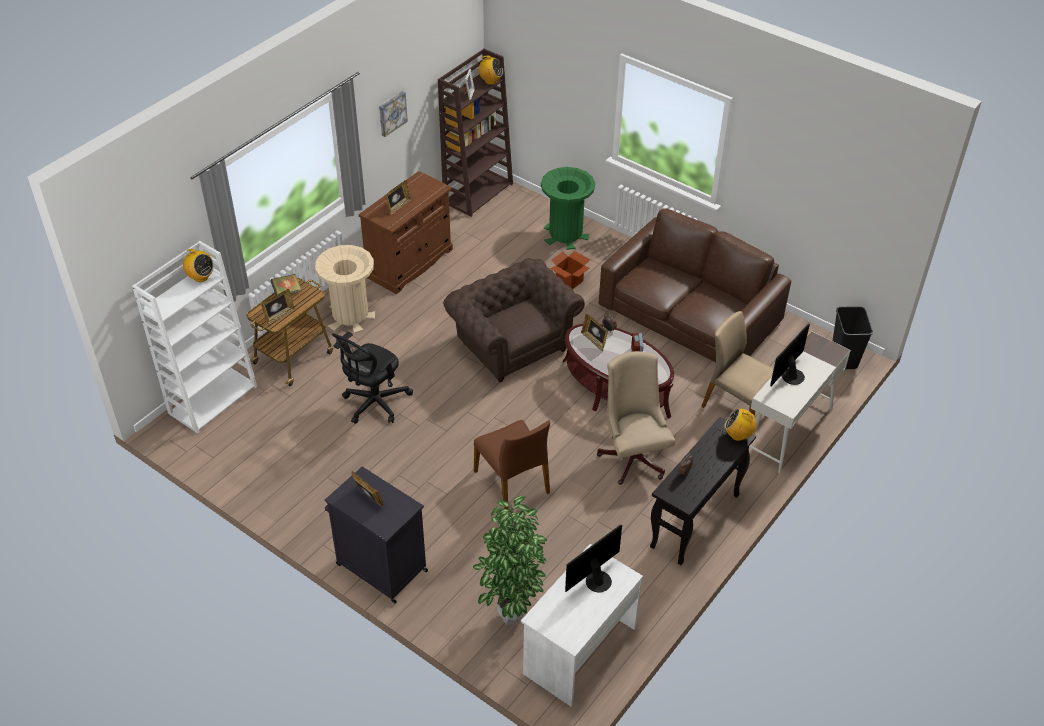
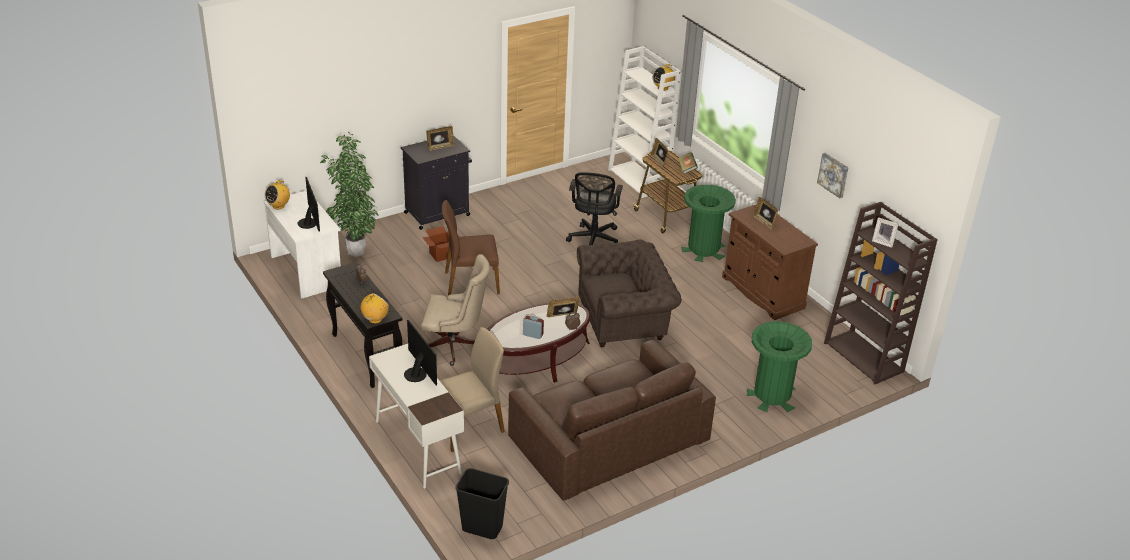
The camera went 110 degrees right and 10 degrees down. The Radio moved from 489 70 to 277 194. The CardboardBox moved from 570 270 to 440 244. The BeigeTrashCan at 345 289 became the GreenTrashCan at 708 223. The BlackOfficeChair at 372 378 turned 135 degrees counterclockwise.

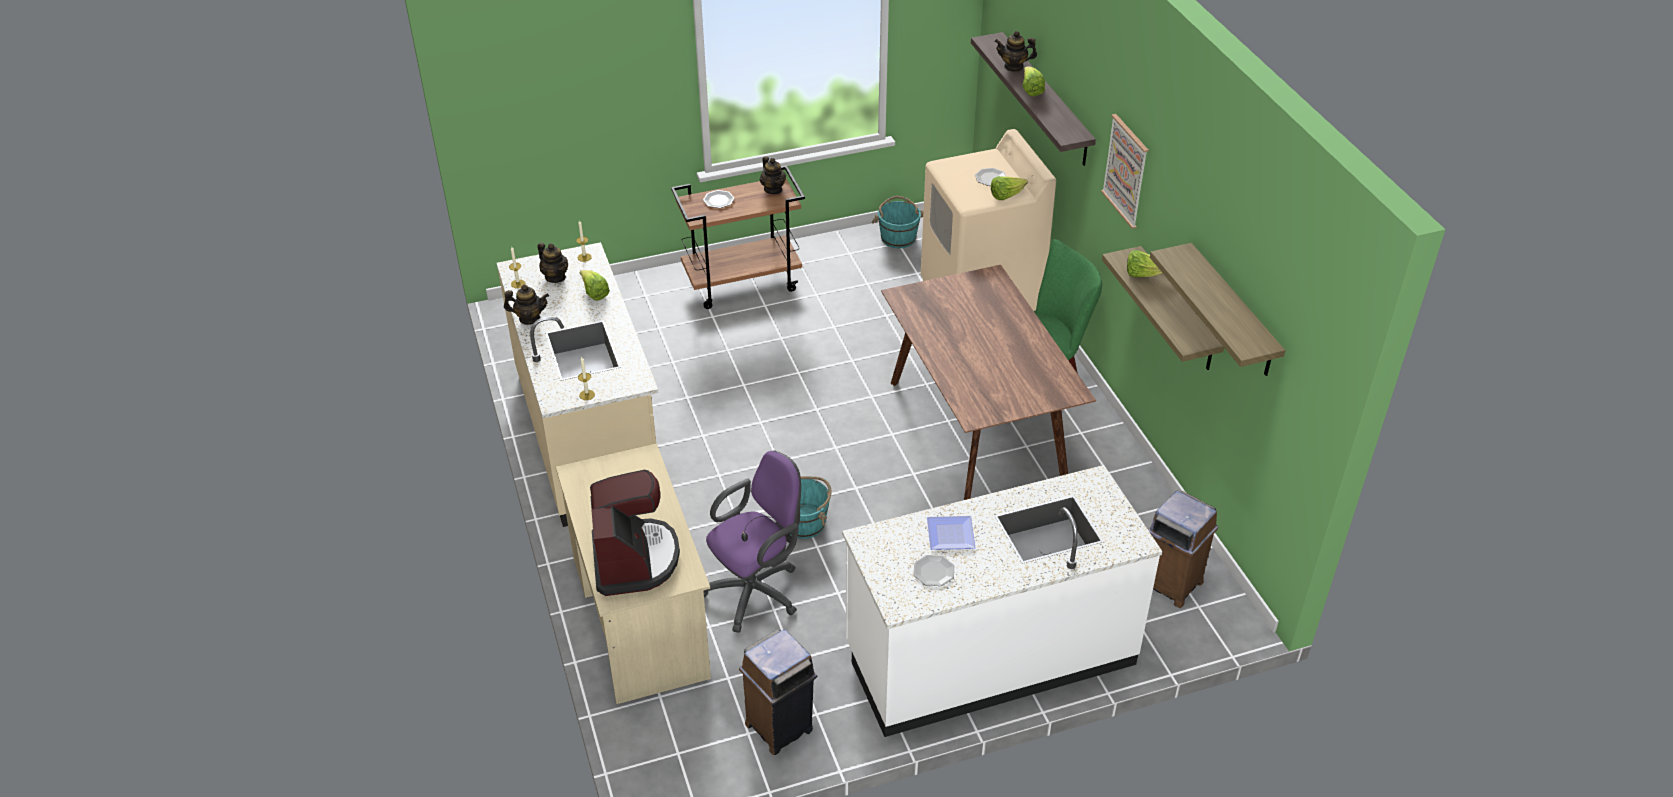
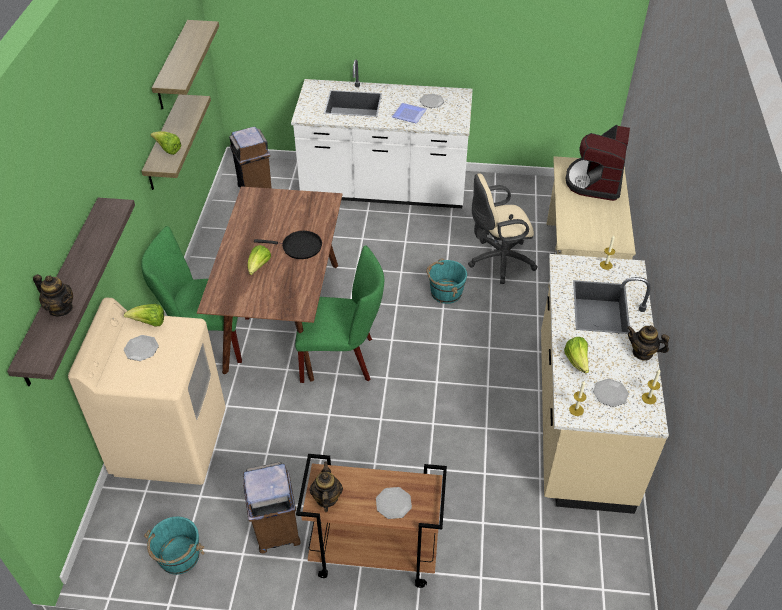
The camera went 155 degrees left and 5 degrees up. The Picture at 1125 171 disappeared. The BlackFryingPan at 288 245 appeared. The GreenChair at 339 314 appeared. The BrownTrashCan moved from 778 692 to 272 507. The Lettuce moved from 1033 81 to 259 260. The Teapot at 553 263 was replaced by the Plate at 611 393. The PurpleOfficeChair at 752 542 became the BeigeOfficeChair at 503 228.

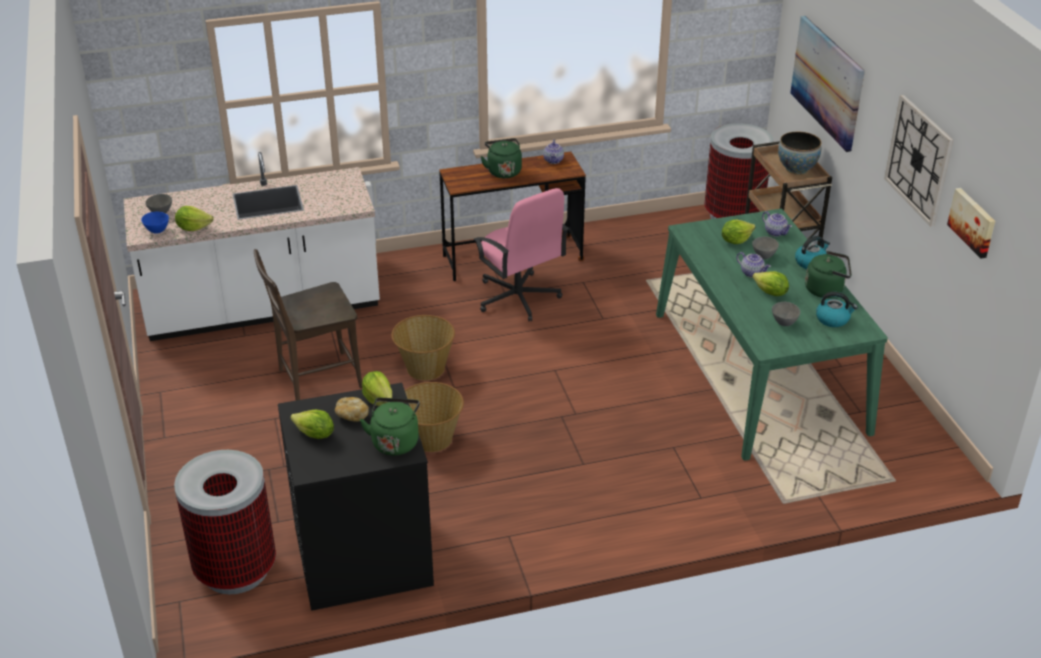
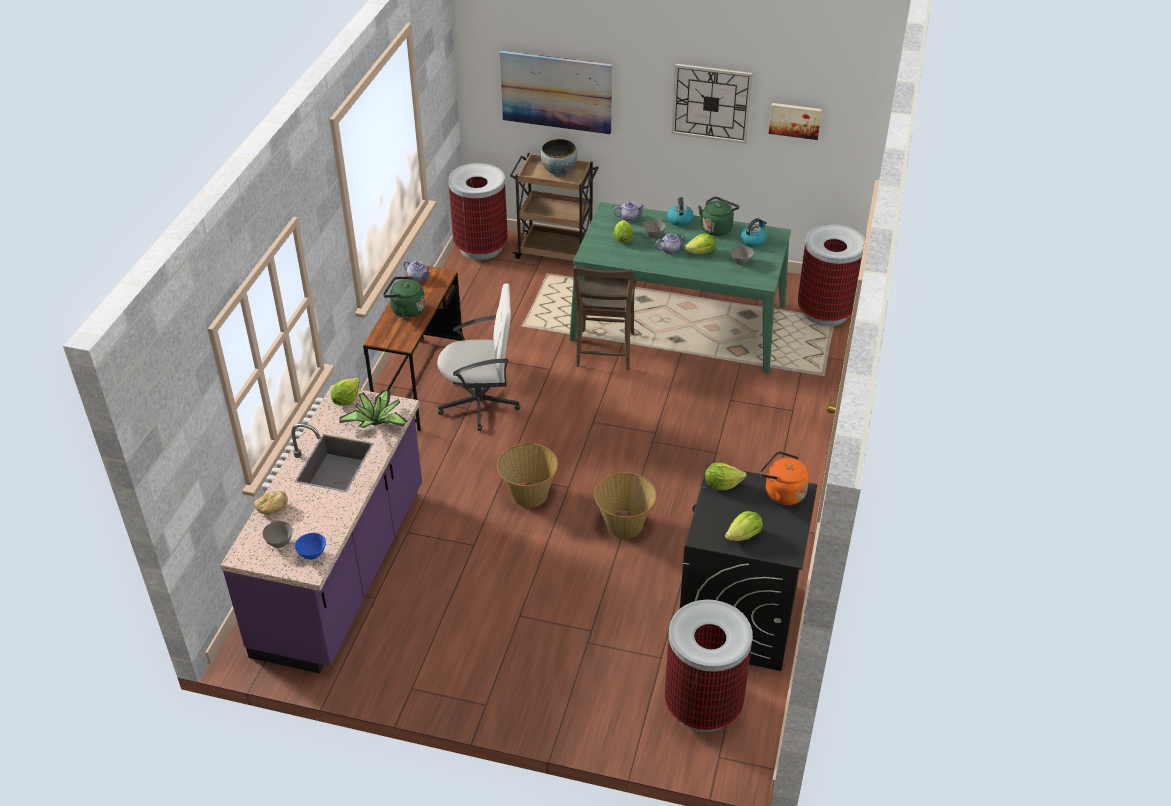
The camera went 60 degrees left and 5 degrees up. The PottedPlant at 373 409 appeared. The TrashCan at 831 275 appeared. The Lettuce moved from 194 218 to 345 392. The BrownChair moved from 308 325 to 605 318. The Bread moved from 352 409 to 271 503. The WhiteCounter at 252 246 became the PurpleCounter at 321 529. The GreenKettle at 390 426 became the OrangeKettle at 784 478. The PinkOfficeChair at 521 254 became the WhiteOfficeChair at 478 357.

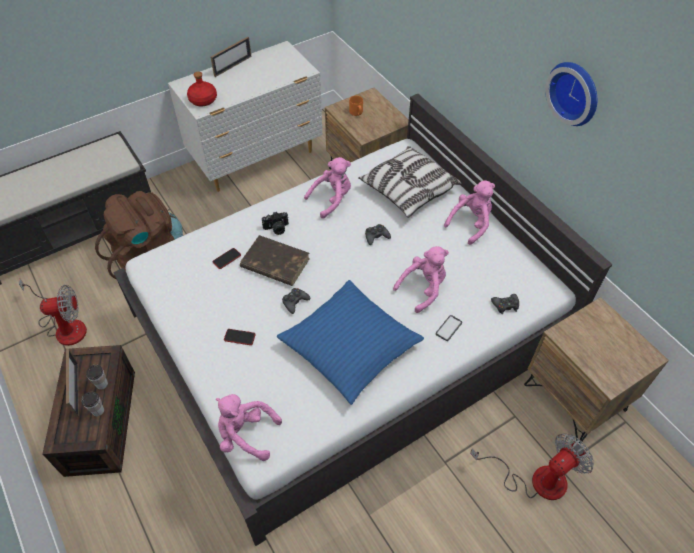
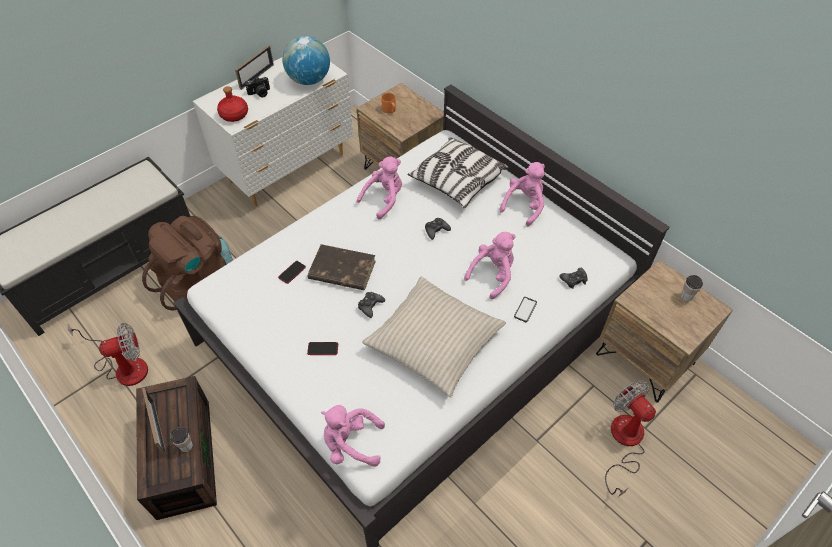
The camera went 10 degrees left and 0 degrees up. The WallClock at 571 94 disappeared. The Globe at 306 60 appeared. The Cup moved from 97 377 to 692 288. The PhotoCamera moved from 275 223 to 257 87. The BluePillow at 350 342 became the BeigePillow at 434 337. The Fan at 532 466 turned 75 degrees counterclockwise.

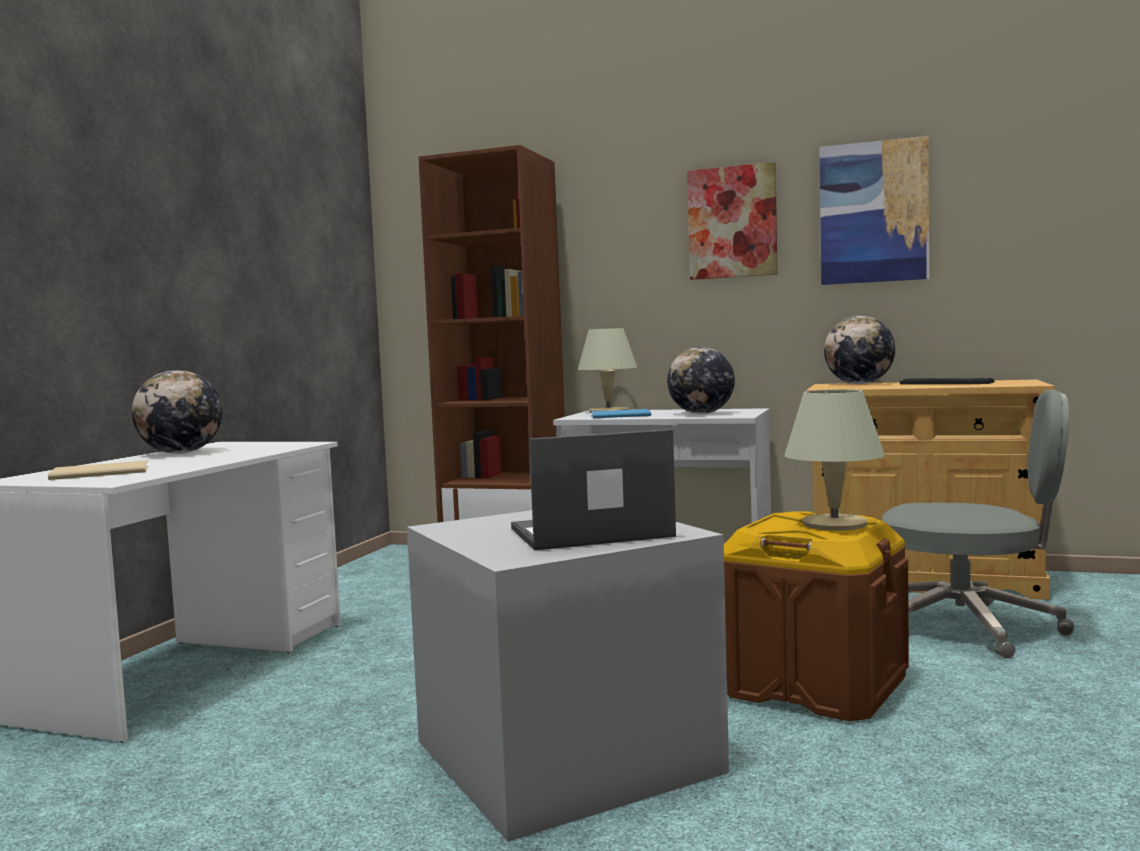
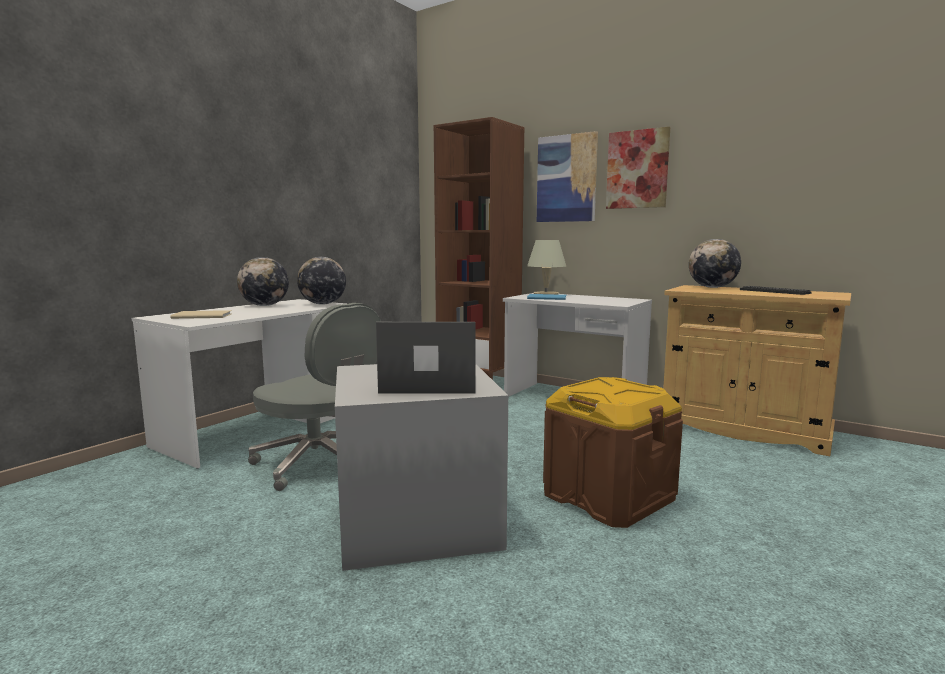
The camera went 15 degrees right and 5 degrees up. The BeigeTableLamp at 834 460 disappeared. The Globe moved from 701 380 to 321 281. The Picture moved from 874 210 to 567 176. The GreyOfficeChair moved from 978 524 to 314 397.

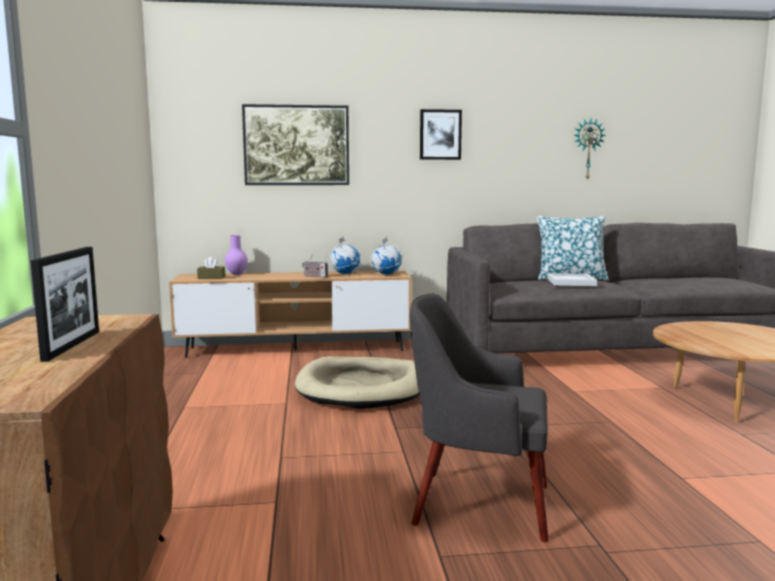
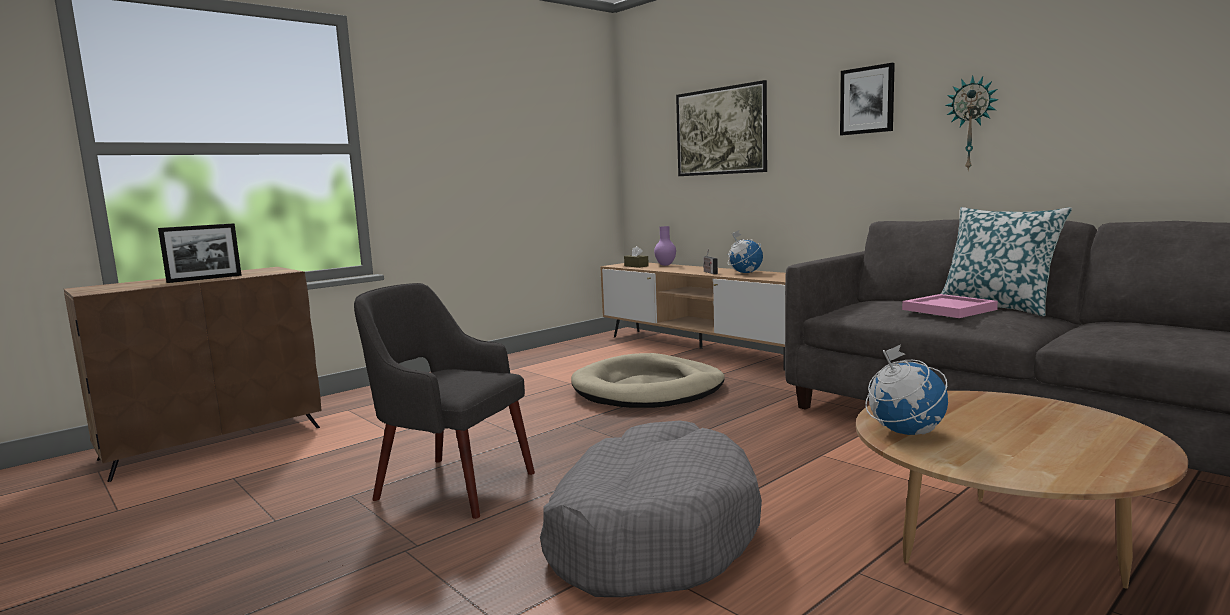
The camera went 55 degrees right and 0 degrees up. The GreyDogBed at 651 509 appeared. The Globe moved from 386 255 to 906 389. The WallClock moved from 590 150 to 972 123. The WhiteTray at 572 279 became the PinkTray at 950 306. The GreyArmchair at 479 418 turned 45 degrees counterclockwise.

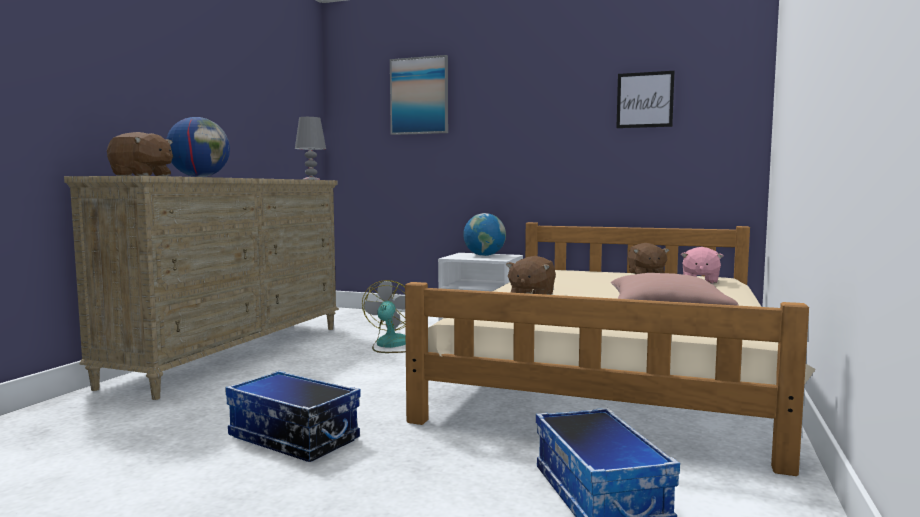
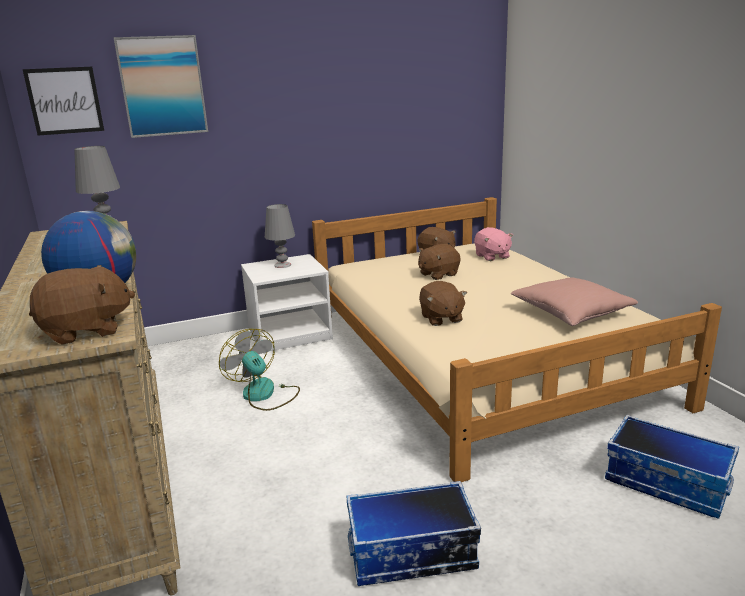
The camera went 40 degrees left and 15 degrees up. The BrownPlushToy at 439 262 appeared. The Picture moved from 645 99 to 63 101. The Globe at 484 234 was replaced by the GreyTableLamp at 280 236.

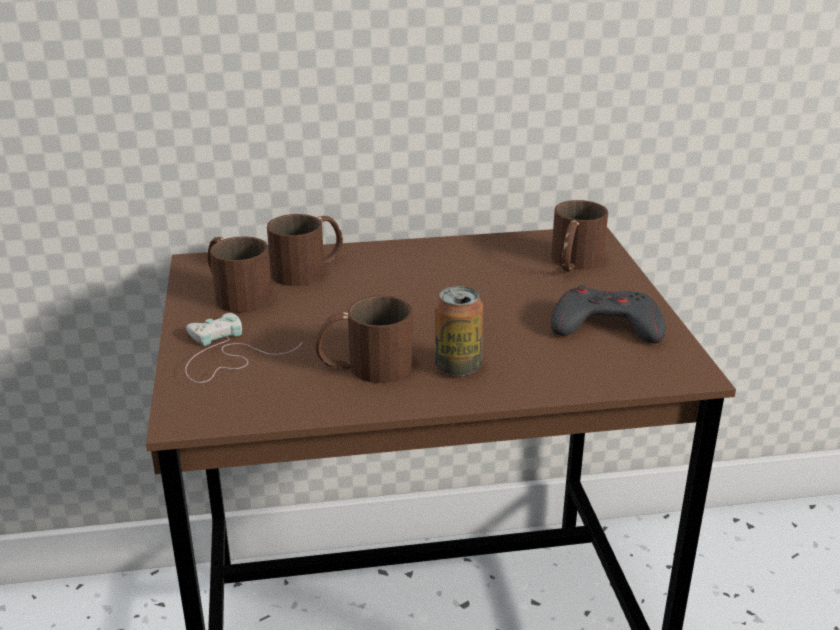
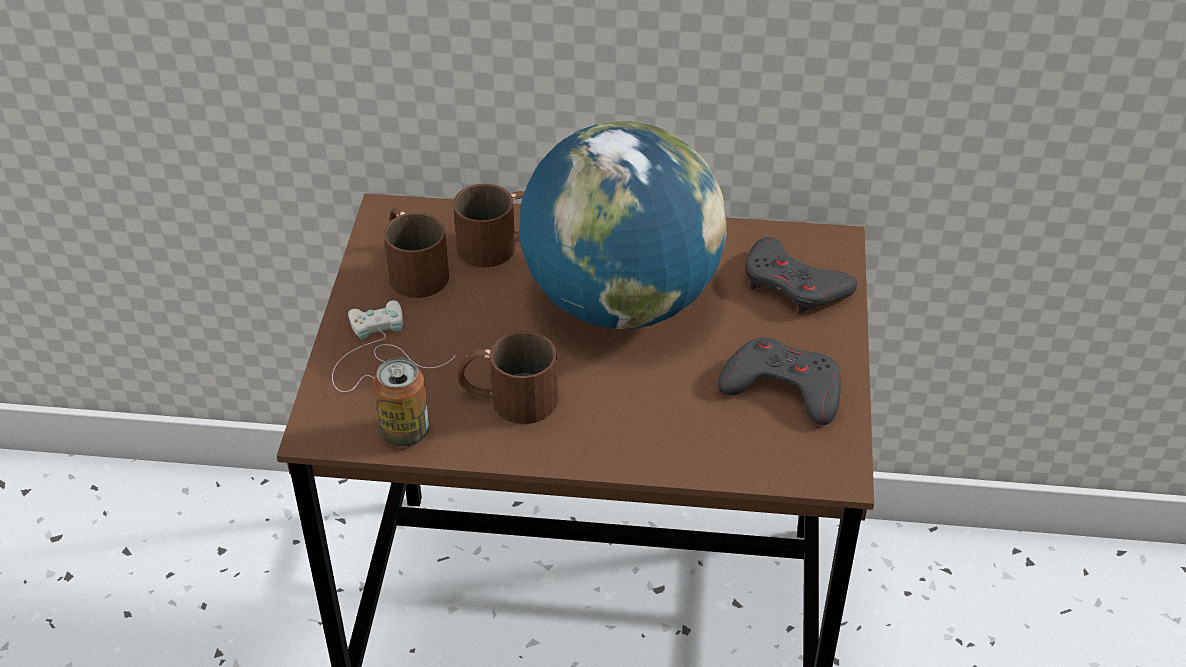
The camera went 15 degrees right and 15 degrees up. The Globe at 623 225 appeared. The Can moved from 459 331 to 401 402. The BrownMug at 579 236 was replaced by the GreyGameController at 801 276.

